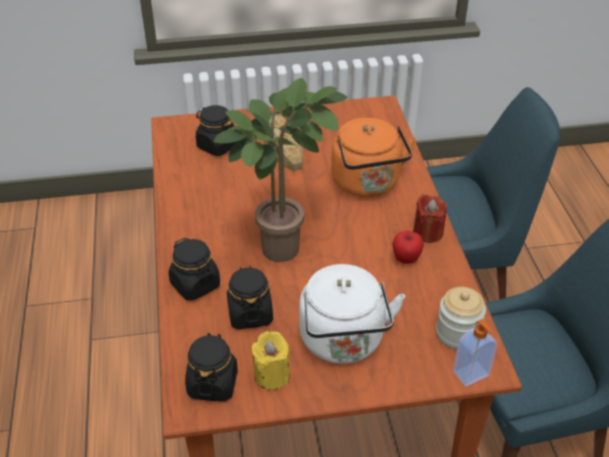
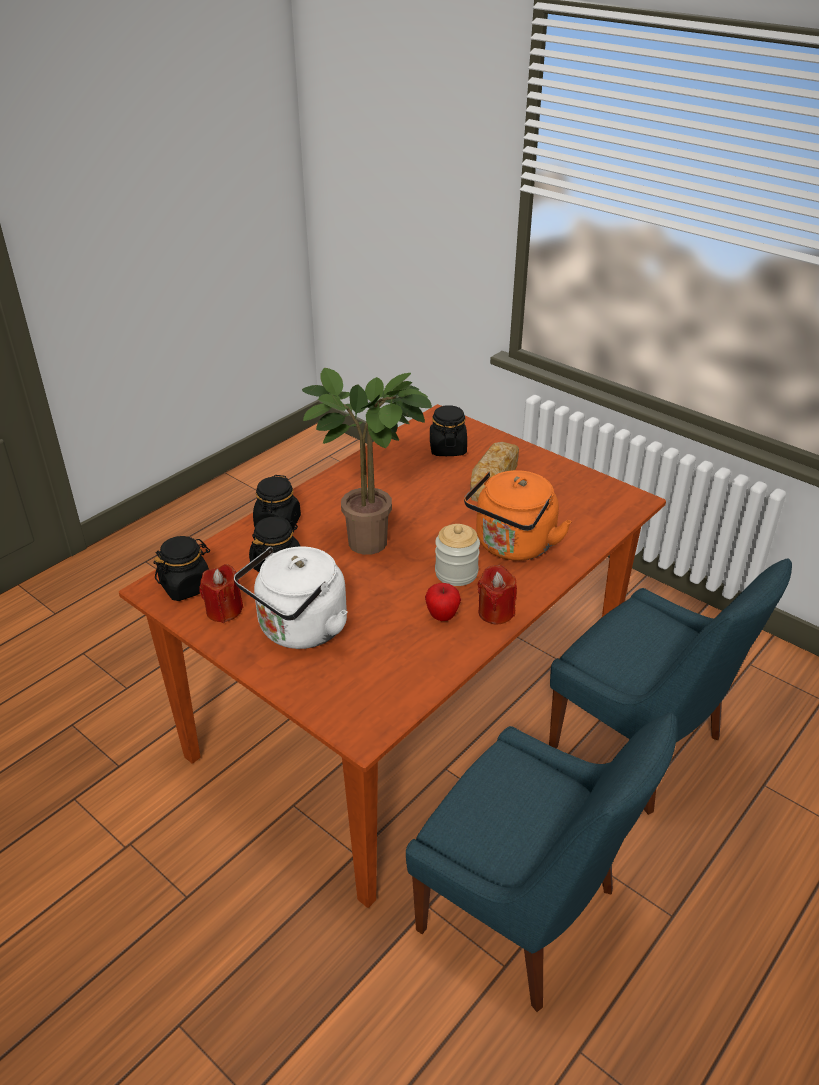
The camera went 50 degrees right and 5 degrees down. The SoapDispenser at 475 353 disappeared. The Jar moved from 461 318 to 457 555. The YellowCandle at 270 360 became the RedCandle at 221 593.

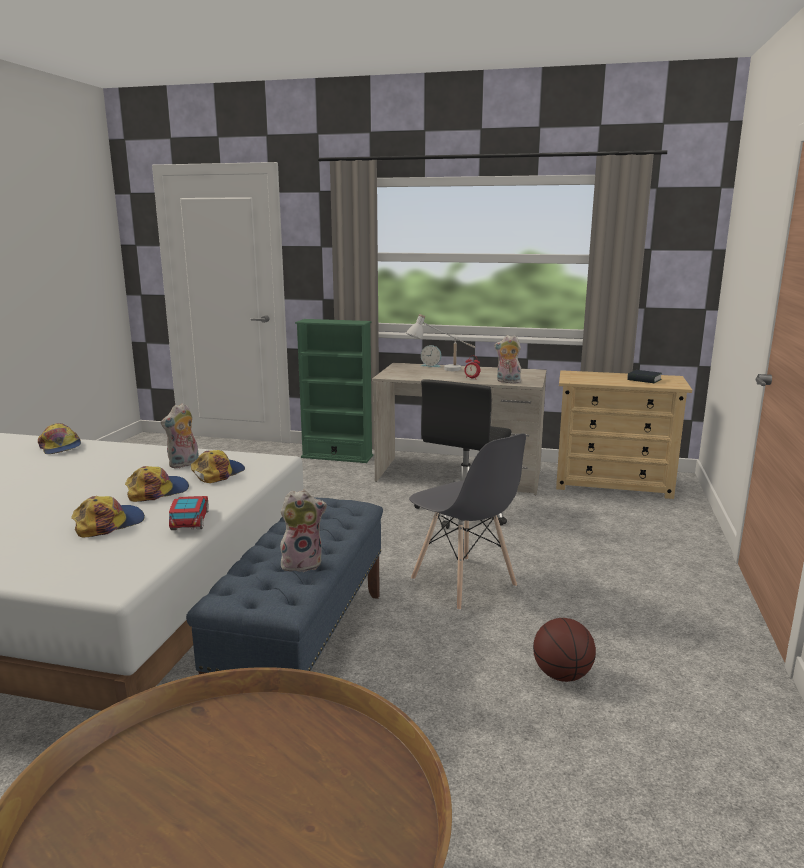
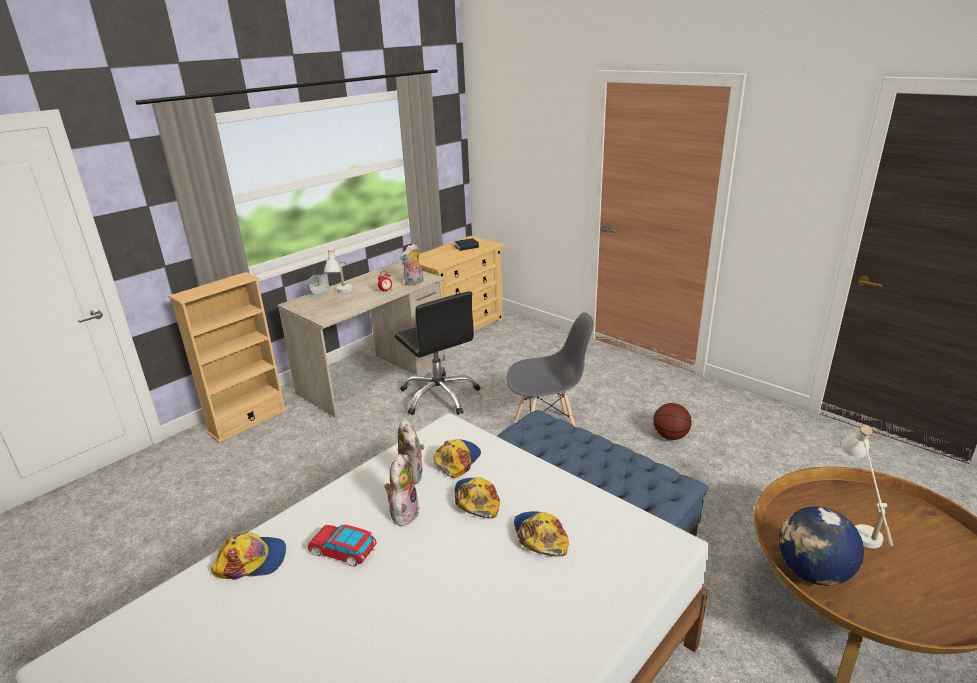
The camera went 60 degrees left and 10 degrees up. The Globe at 821 546 appeared. The WhiteTableLamp at 867 487 appeared. The ToyCar moved from 189 513 to 342 546. The PlushToy moved from 303 531 to 401 490. The GreenBookcase at 334 391 became the BeigeBookcase at 227 357. The Cap at 218 466 turned 60 degrees clockwise.

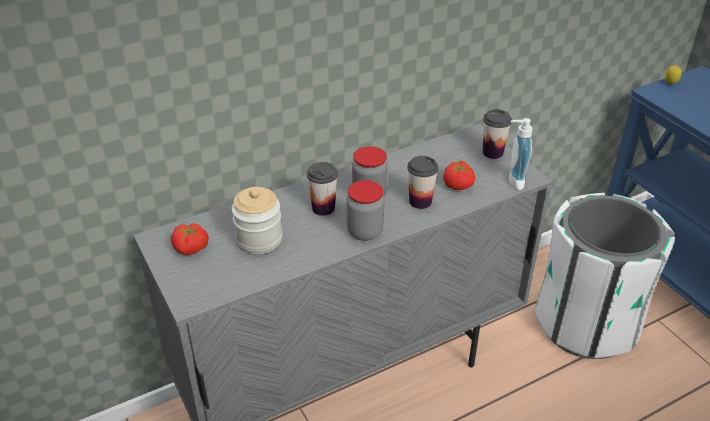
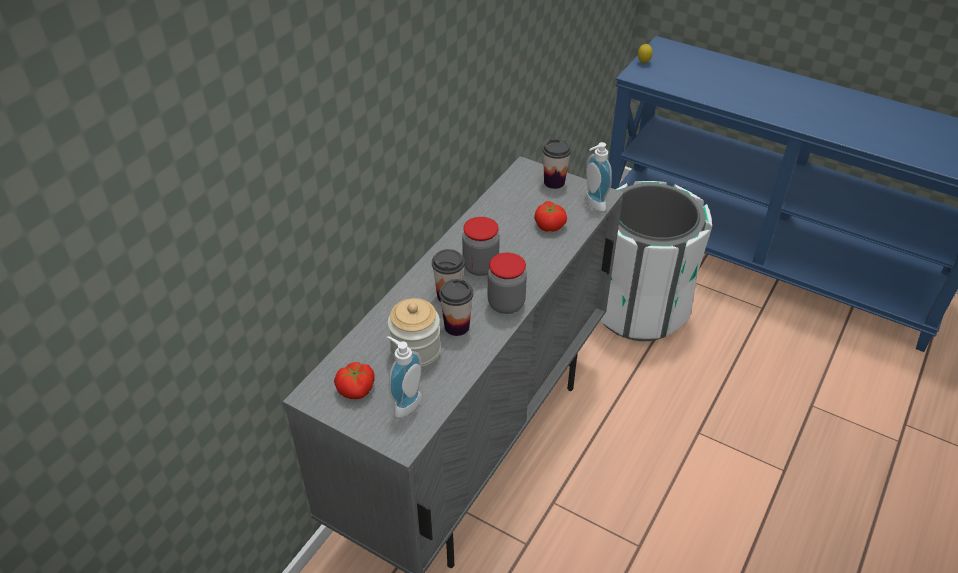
The camera went 30 degrees left and 5 degrees up. The SoapDispenser at 404 377 appeared. The Cup moved from 422 182 to 456 307.

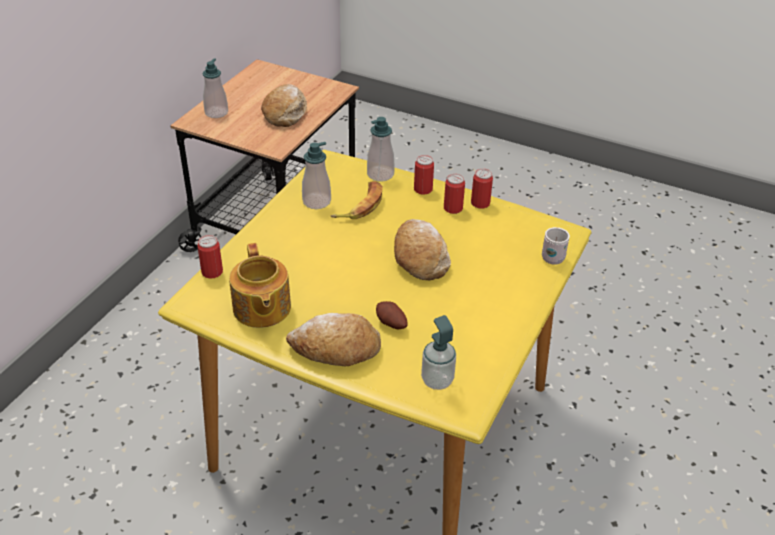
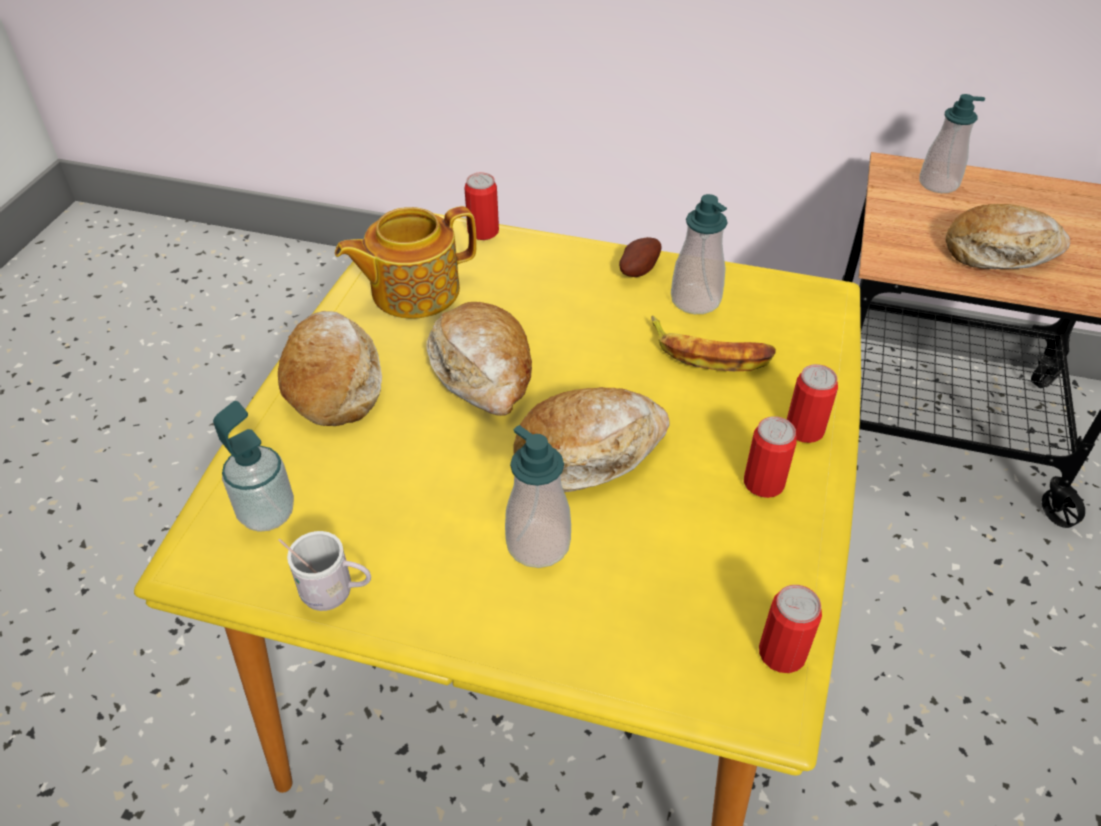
The camera went 80 degrees right and 5 degrees up. The Bread at 479 359 appeared. The SoapDispenser moved from 381 149 to 538 496. The Potato moved from 392 315 to 640 257. The Can moved from 482 189 to 790 629. The WhiteMug moved from 556 246 to 324 571.

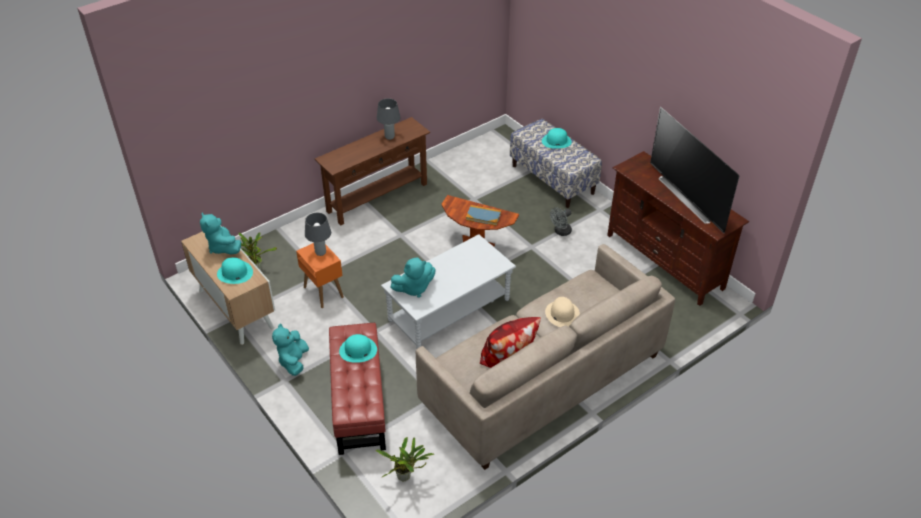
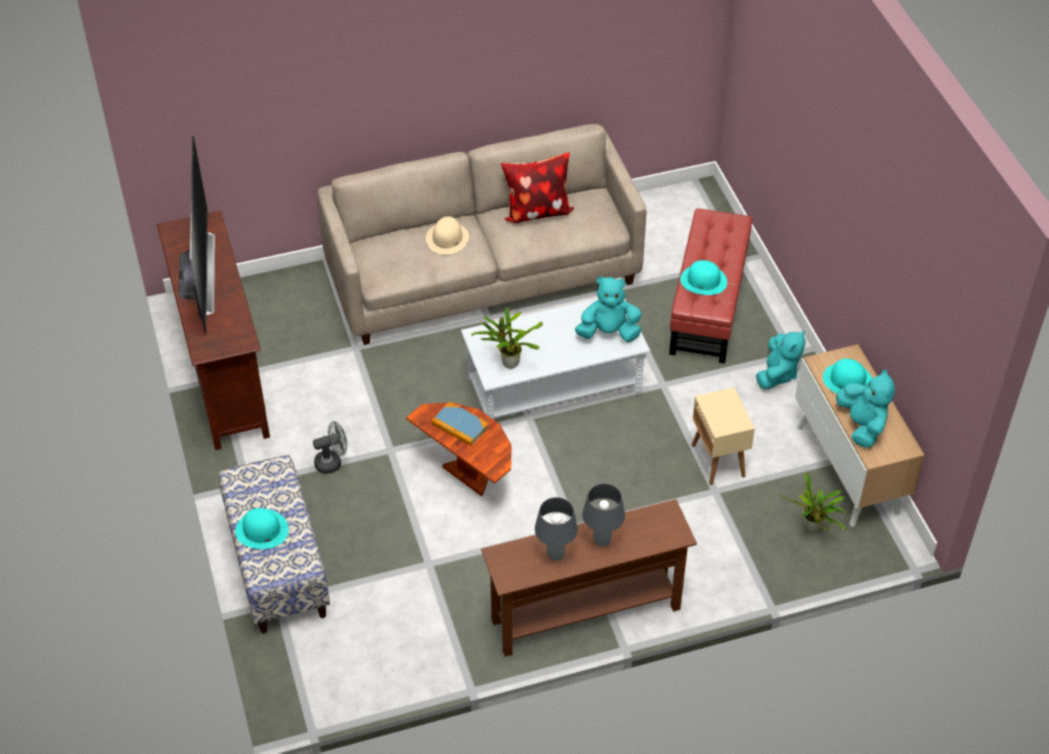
The camera went 160 degrees left and 5 degrees up. The GreyTableLamp moved from 318 234 to 603 514. The PottedPlant moved from 404 459 to 507 338. The OrangeSideTable at 320 275 became the BeigeSideTable at 723 436.

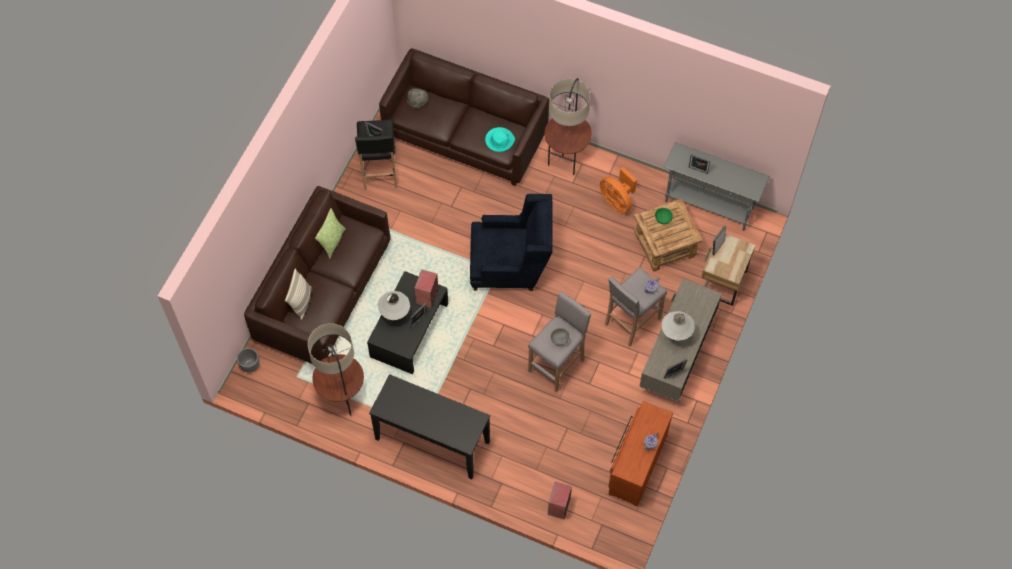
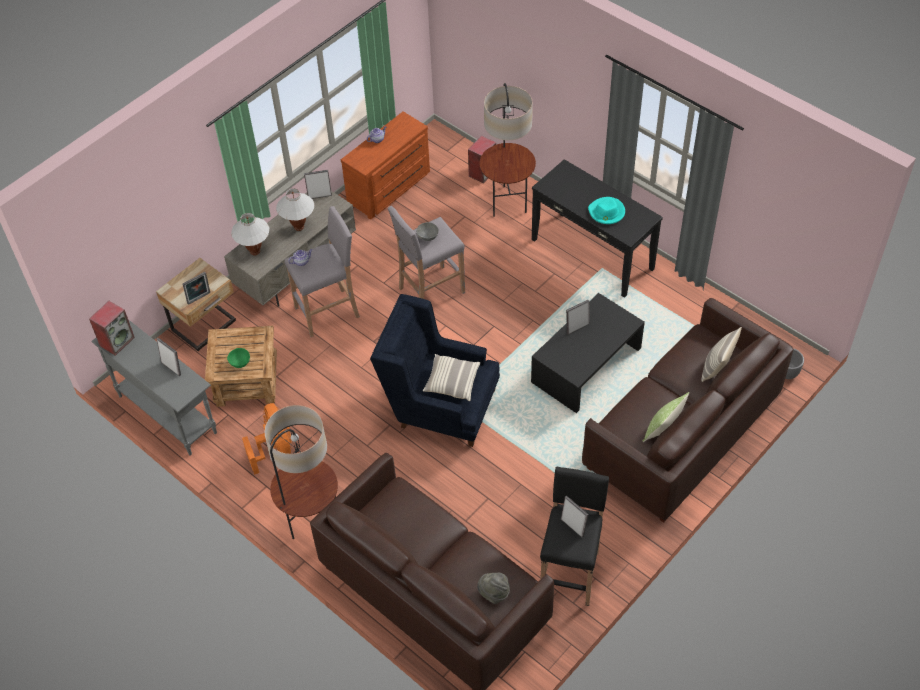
The camera went 160 degrees left and 10 degrees down. The Pillow at 451 377 appeared. The FloorLamp moved from 336 370 to 508 150. The WhiteTableLamp moved from 394 306 to 250 234. The Speaker moved from 426 288 to 112 328. The TurquoiseHat moved from 500 139 to 606 210.

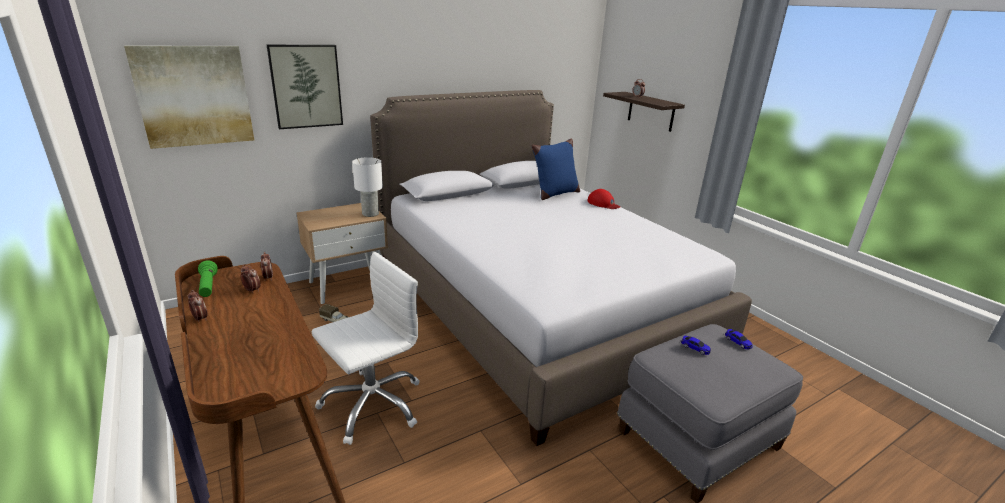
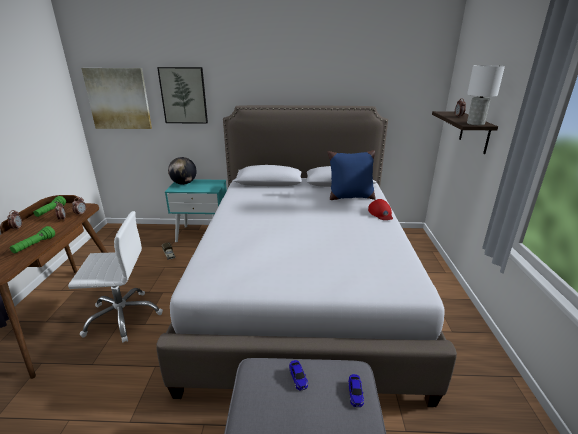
The camera went 35 degrees right and 0 degrees up. The GreenFlashlight at 32 240 appeared. The Globe at 182 171 appeared. The WhiteTableLamp moved from 367 187 to 486 95. The BeigeNightstand at 342 253 became the TurquoiseNightstand at 196 210.

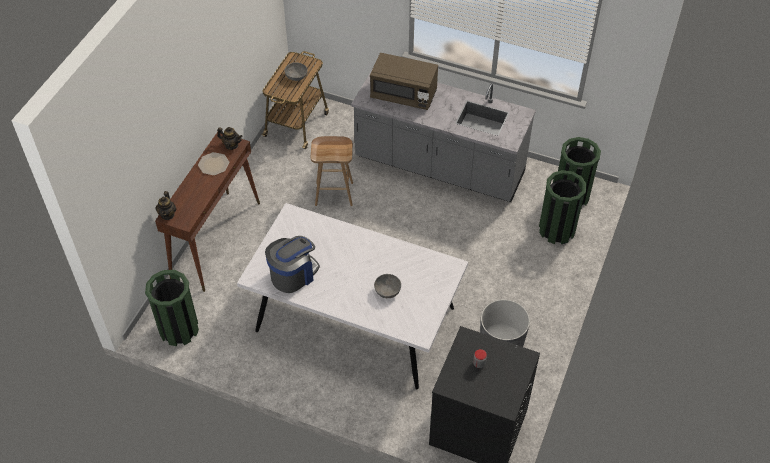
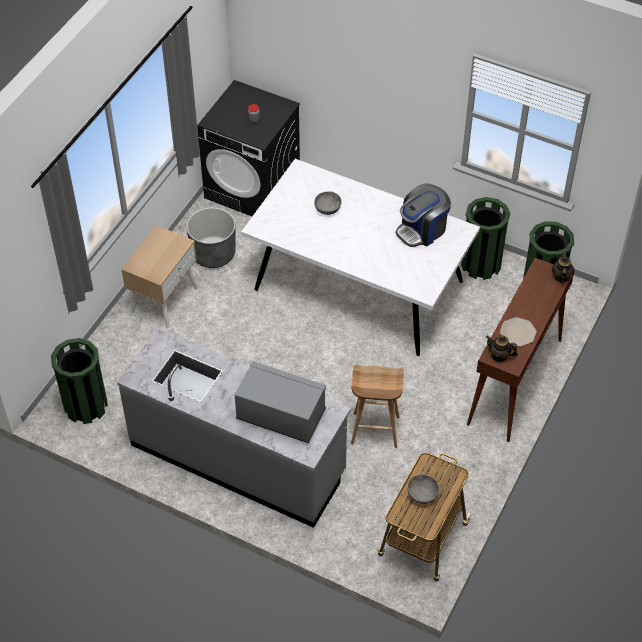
The camera went 175 degrees left and 0 degrees up. The BeigeNightstand at 159 276 appeared. The GreenTrashCan moved from 563 207 to 485 238. The BrownMicrowave at 404 81 became the GreyMicrowave at 280 402.

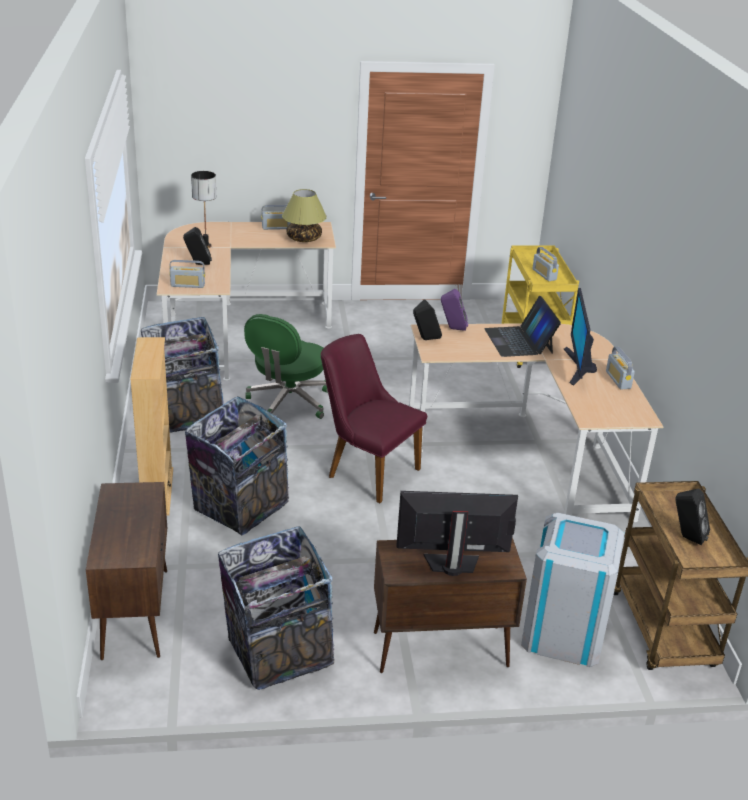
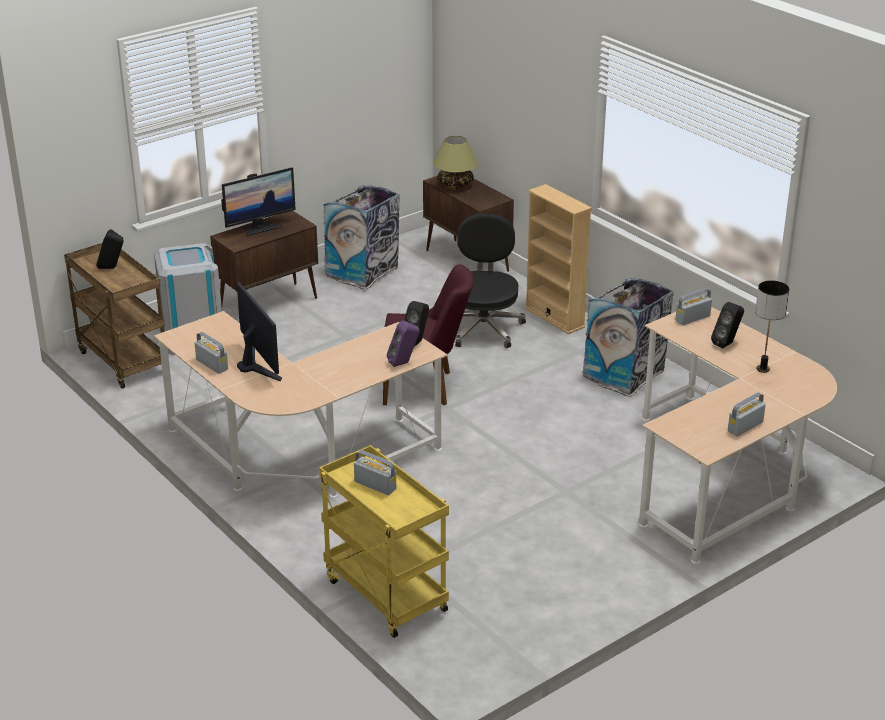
The camera went 150 degrees right and 0 degrees up. The GreenOfficeChair at 286 366 disappeared. The Laptop at 522 326 disappeared. The TableLamp moved from 304 215 to 455 162. The TrashCan at 237 466 was replaced by the BlackOfficeChair at 490 281.

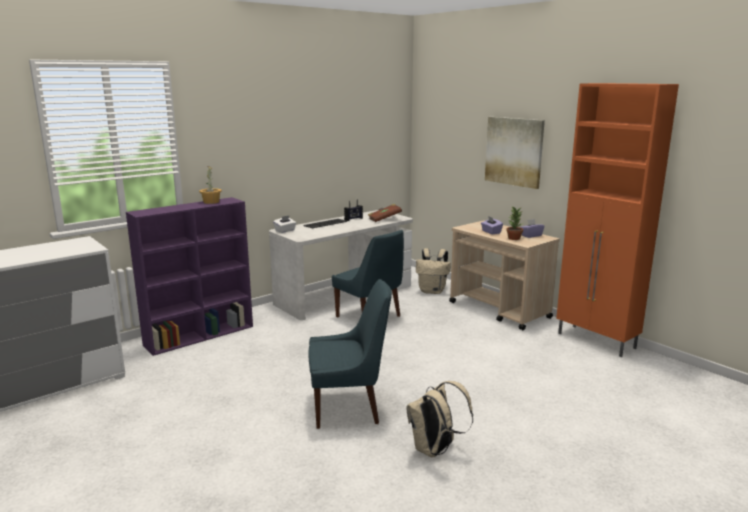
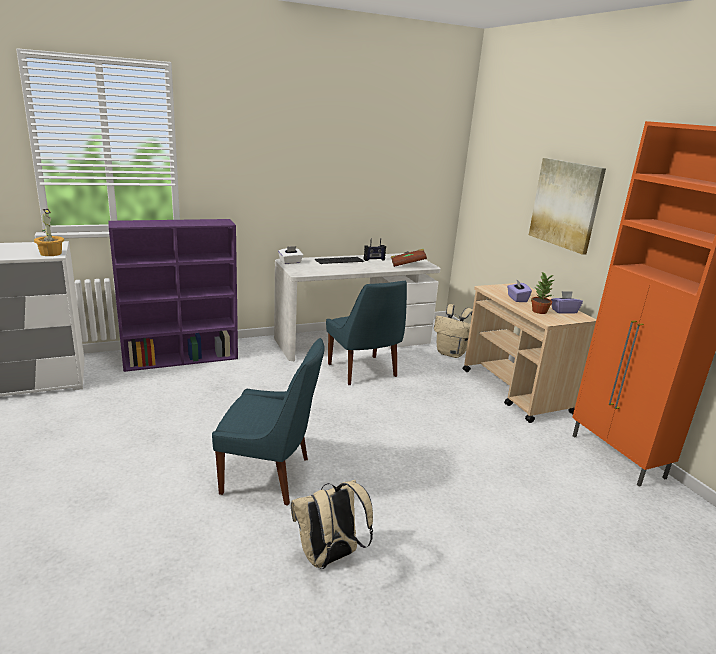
The camera went 15 degrees right and 5 degrees up. The PottedPlant moved from 210 185 to 49 232.

